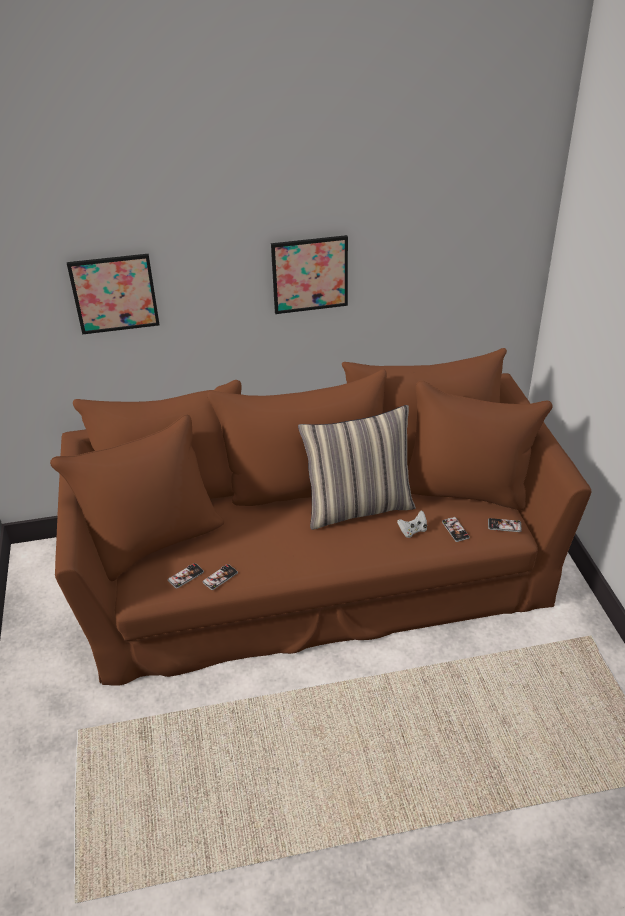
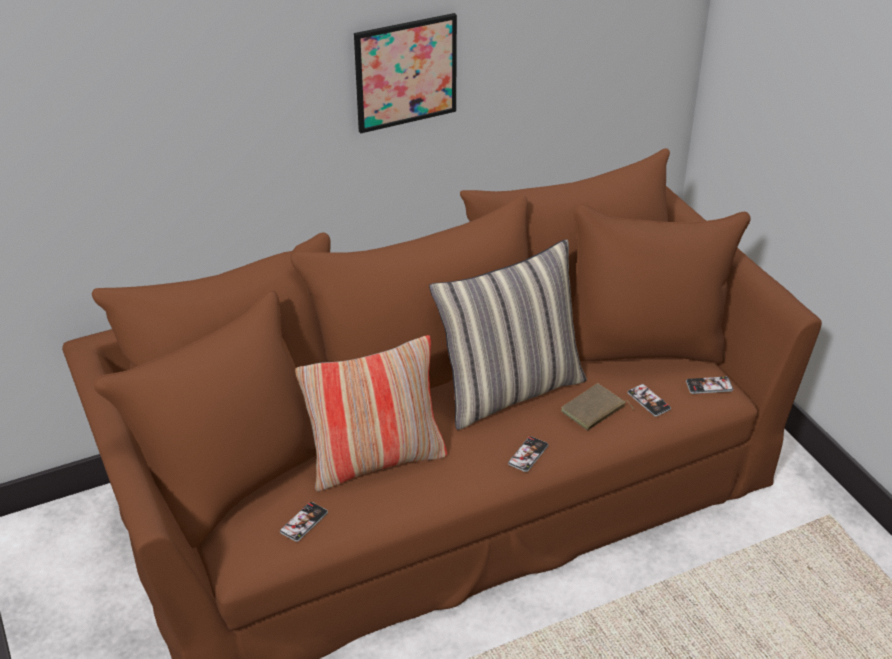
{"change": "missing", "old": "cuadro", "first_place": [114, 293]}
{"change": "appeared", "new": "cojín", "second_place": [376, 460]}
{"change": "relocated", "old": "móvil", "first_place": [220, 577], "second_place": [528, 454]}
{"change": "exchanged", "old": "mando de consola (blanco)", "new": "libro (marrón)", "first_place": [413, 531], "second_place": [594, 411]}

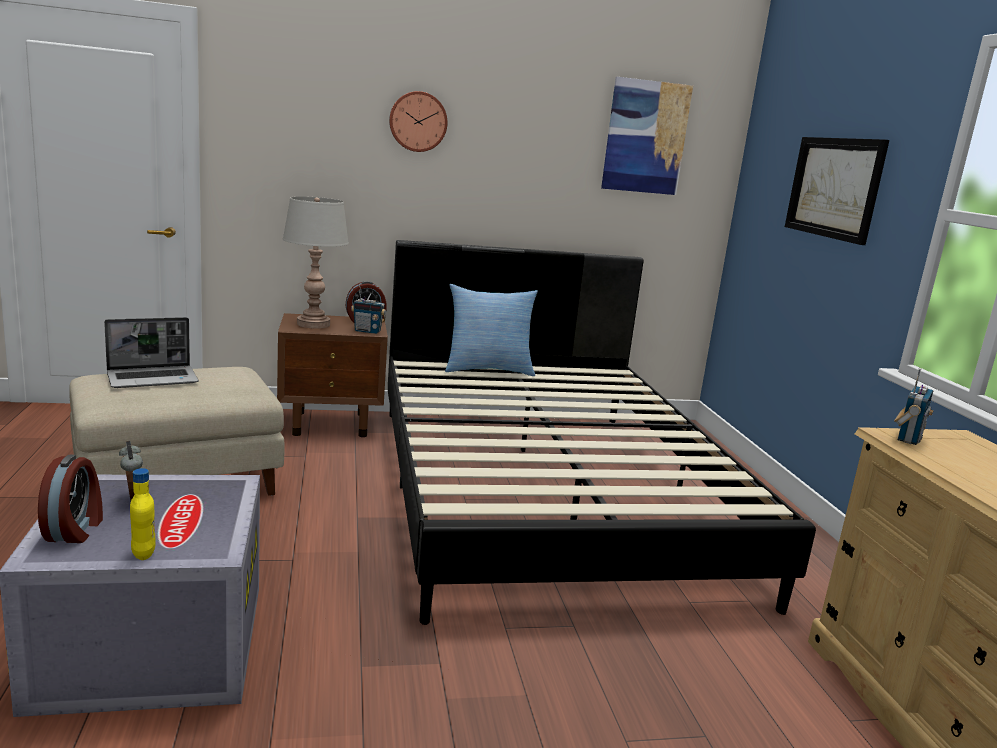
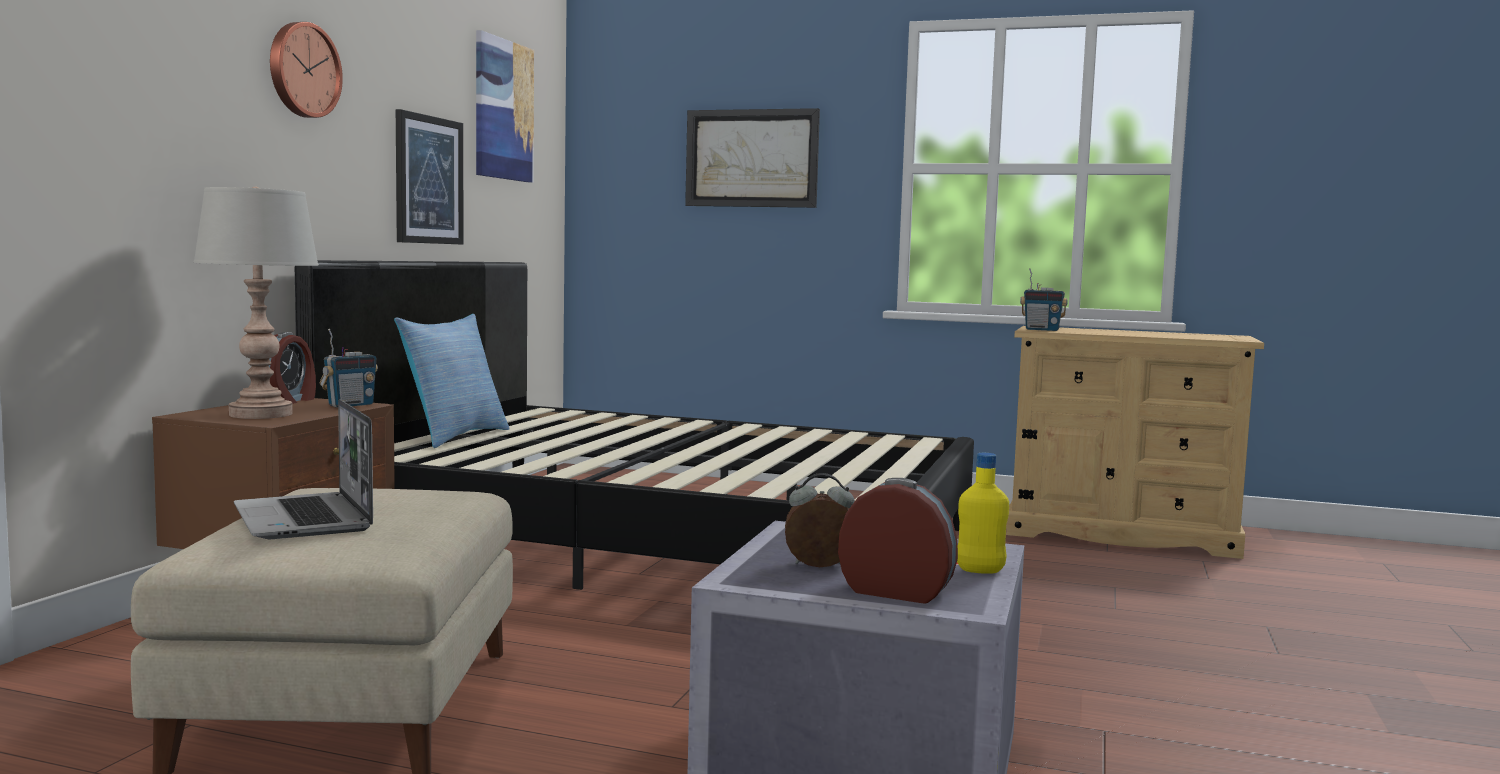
{"change": "appeared", "new": "cuadro", "second_place": [428, 180]}
{"change": "spun", "old": "portátil", "first_place": [153, 378], "second_place": [305, 519], "degrees": 150}
{"change": "spun", "old": "radio", "first_place": [908, 438], "second_place": [1042, 330], "degrees": 135}

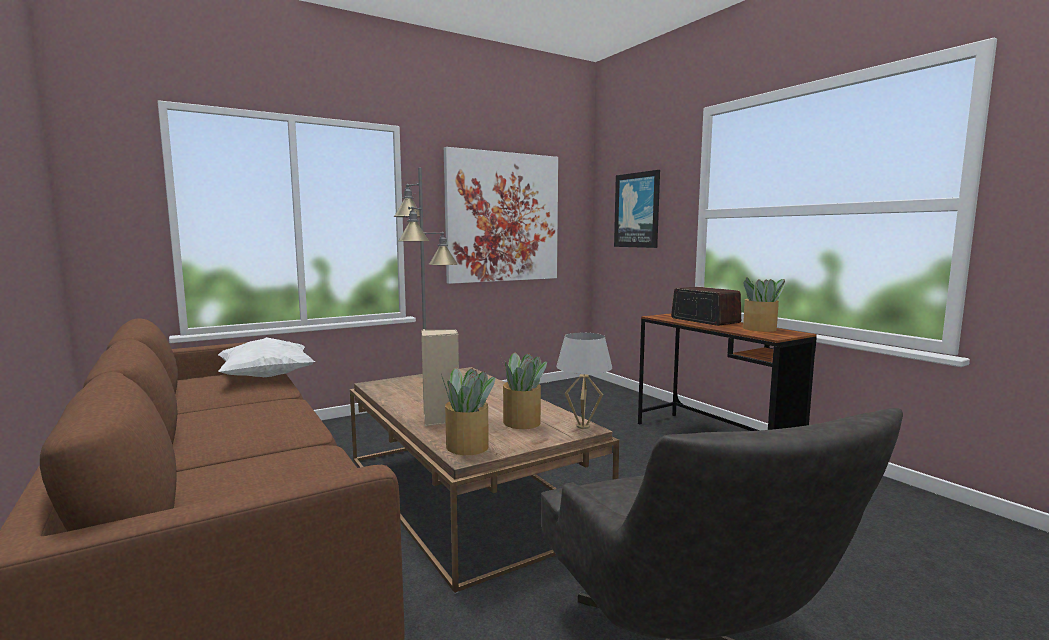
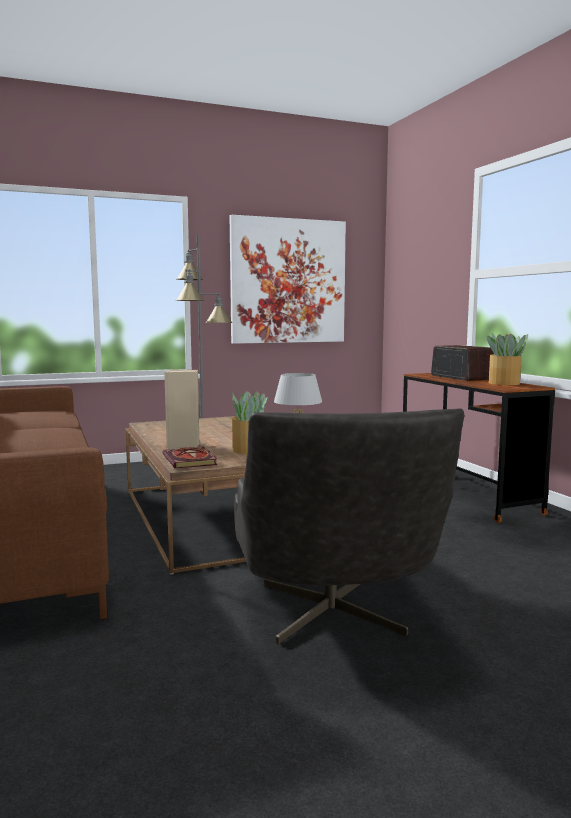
{"change": "missing", "old": "cojín (blanco)", "first_place": [266, 377]}
{"change": "missing", "old": "cuadro", "first_place": [637, 210]}
{"change": "exchanged", "old": "planta en maceta", "new": "libro", "first_place": [467, 446], "second_place": [191, 461]}

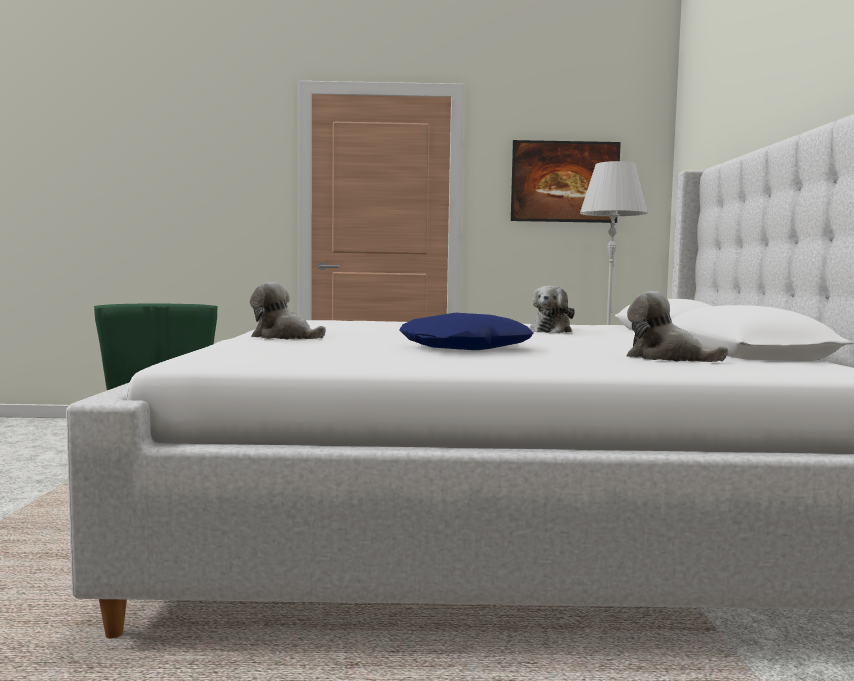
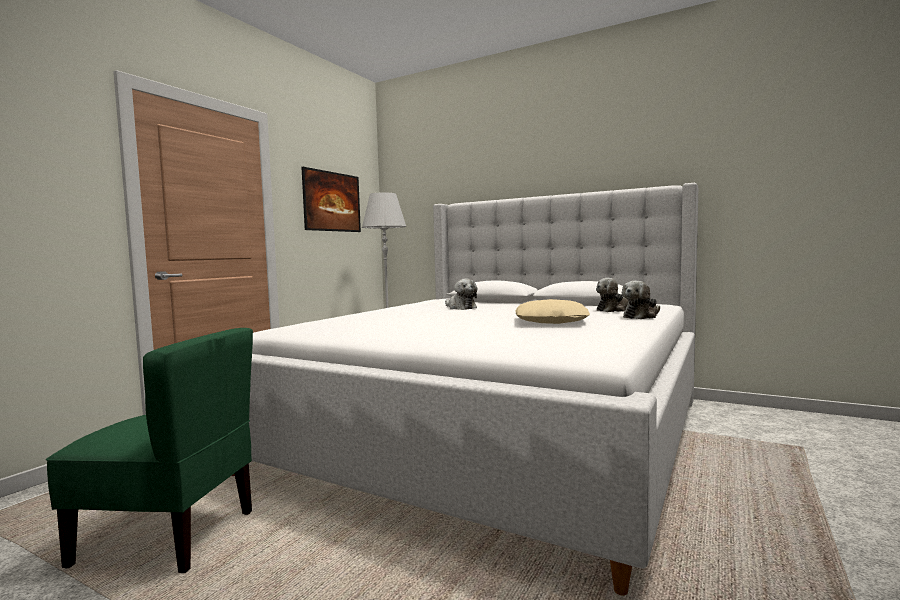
{"change": "relocated", "old": "peluche", "first_place": [284, 337], "second_place": [641, 316]}
{"change": "colour", "old": "cojín (azul)", "new": "cojín (beis)", "first_place": [464, 347], "second_place": [552, 321]}

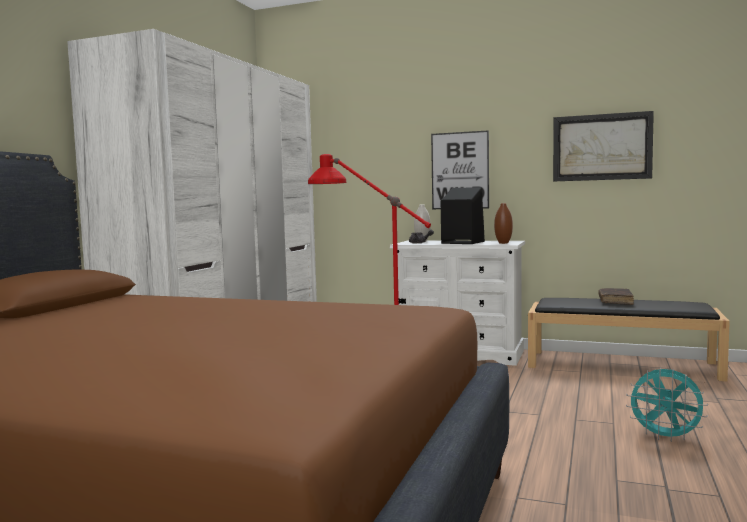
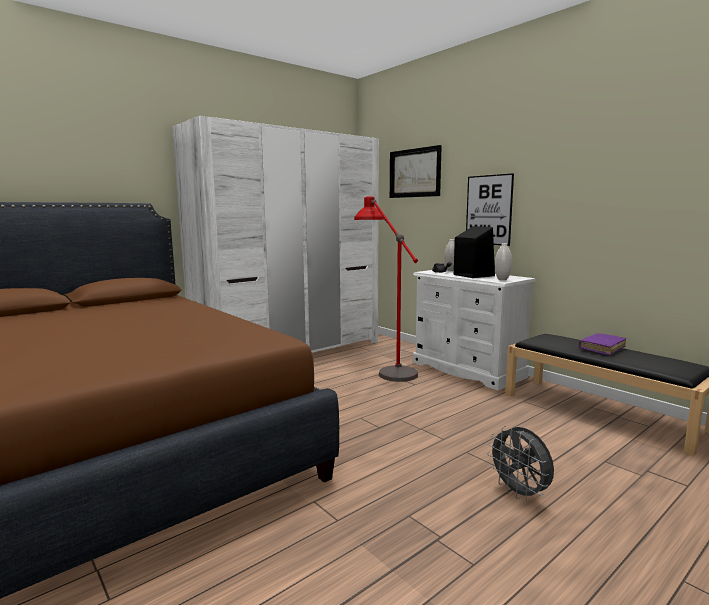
{"change": "relocated", "old": "cuadro", "first_place": [601, 147], "second_place": [414, 173]}
{"change": "colour", "old": "florero (marrón)", "new": "florero (blanco)", "first_place": [503, 243], "second_place": [502, 279]}
{"change": "colour", "old": "libro (marrón)", "new": "libro (morado)", "first_place": [615, 301], "second_place": [602, 348]}
{"change": "colour", "old": "ventilador (turquesa)", "new": "ventilador (gris)", "first_place": [666, 437], "second_place": [519, 493]}

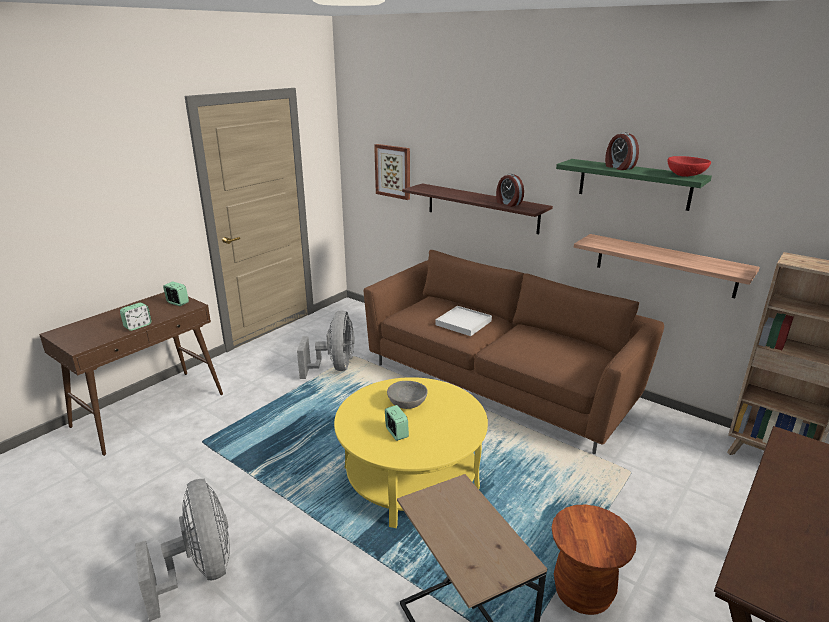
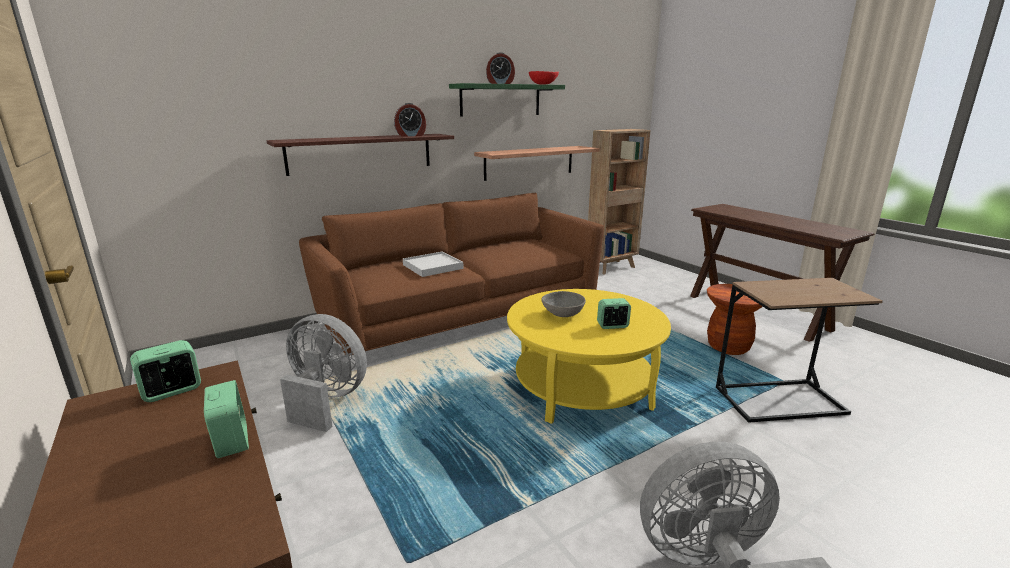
{"change": "missing", "old": "cuadro", "first_place": [393, 171]}

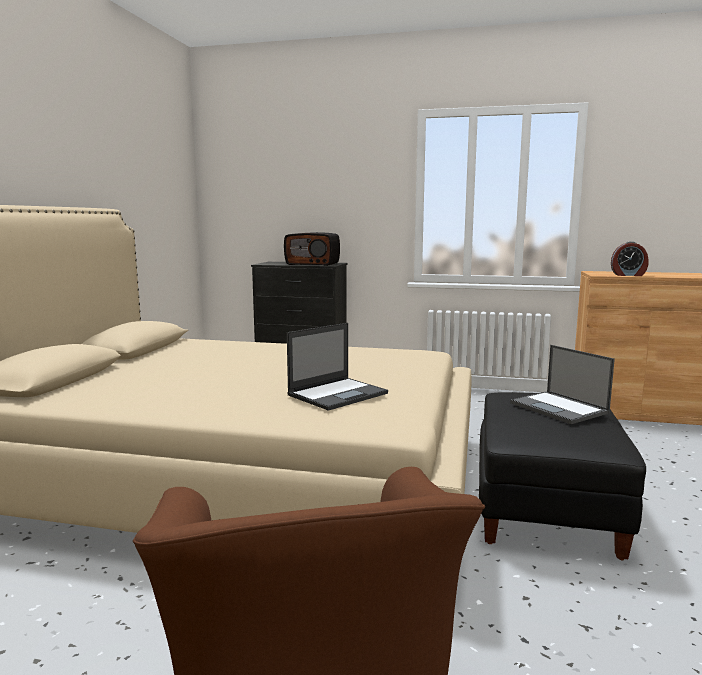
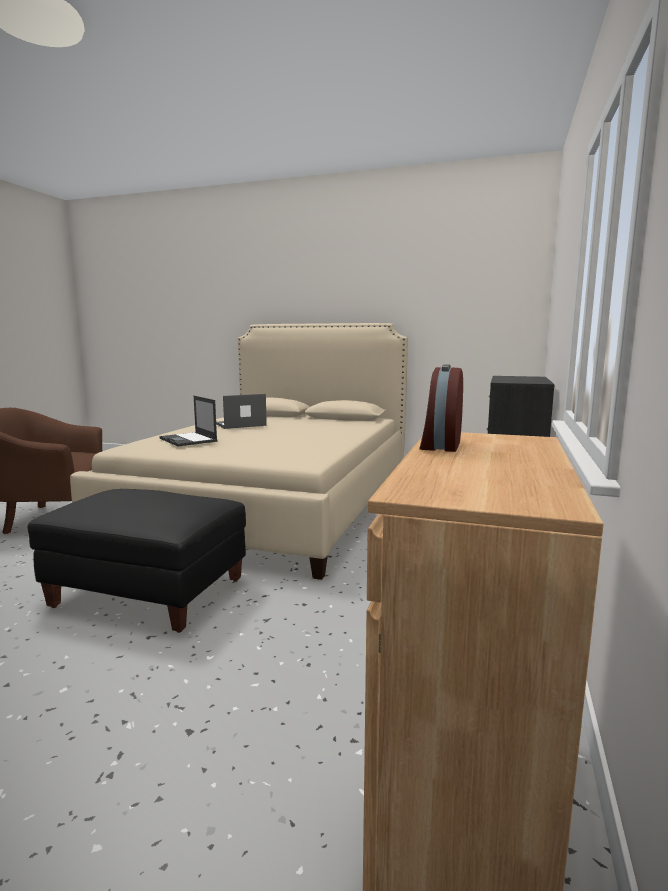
{"change": "missing", "old": "radio", "first_place": [313, 264]}
{"change": "relocated", "old": "portátil", "first_place": [560, 408], "second_place": [240, 425]}

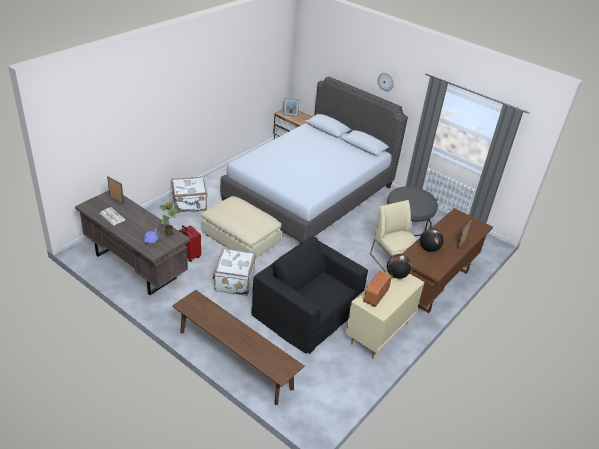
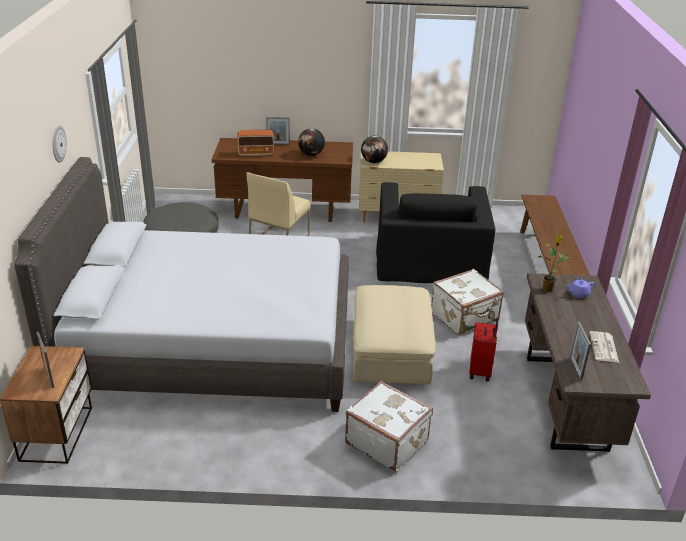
{"change": "relocated", "old": "radio", "first_place": [375, 296], "second_place": [256, 153]}

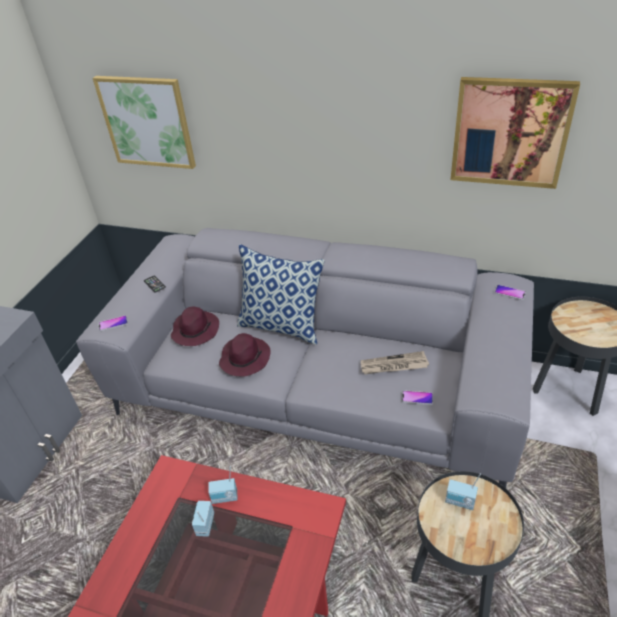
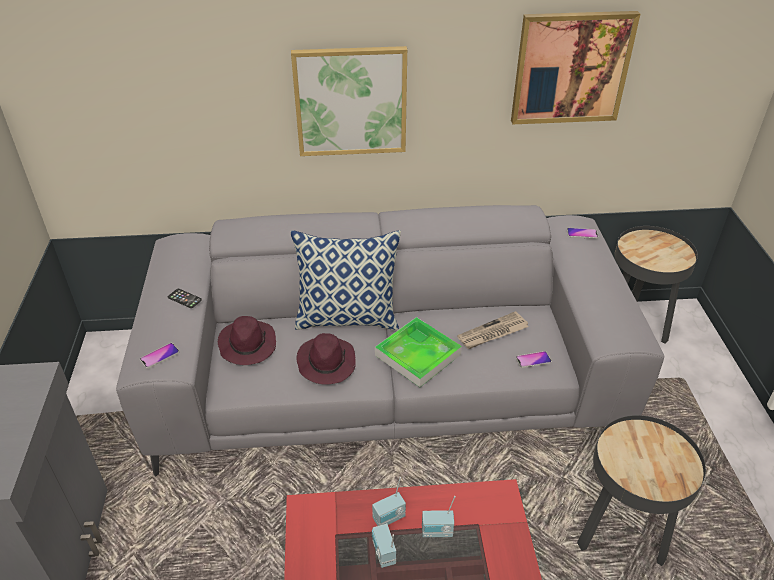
{"change": "appeared", "new": "bandeja", "second_place": [417, 355]}
{"change": "relocated", "old": "cuadro", "first_place": [147, 122], "second_place": [350, 101]}
{"change": "relocated", "old": "radio", "first_place": [460, 502], "second_place": [437, 532]}

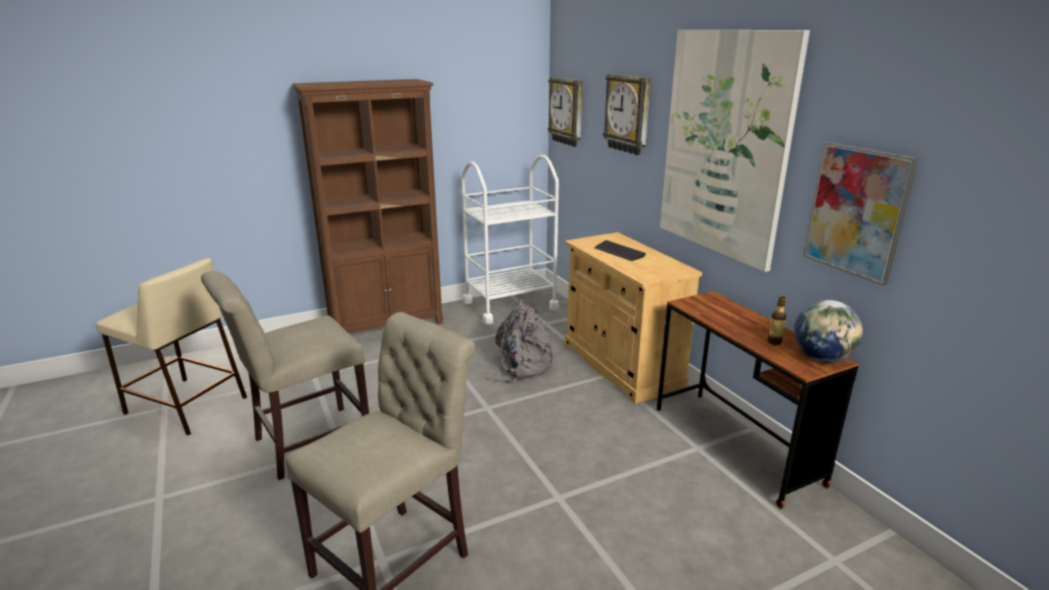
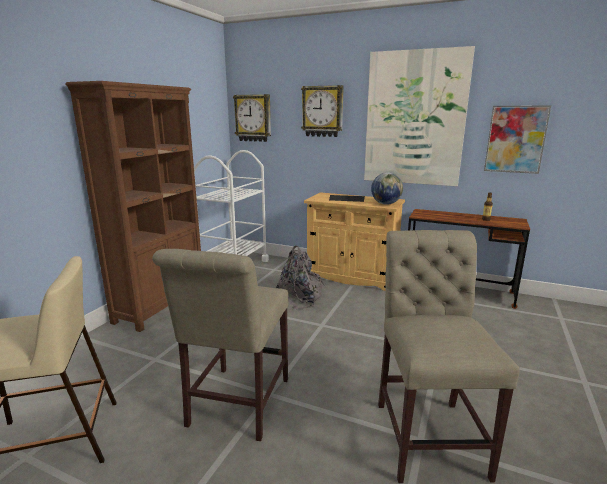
{"change": "relocated", "old": "globo terráqueo", "first_place": [822, 359], "second_place": [386, 204]}

